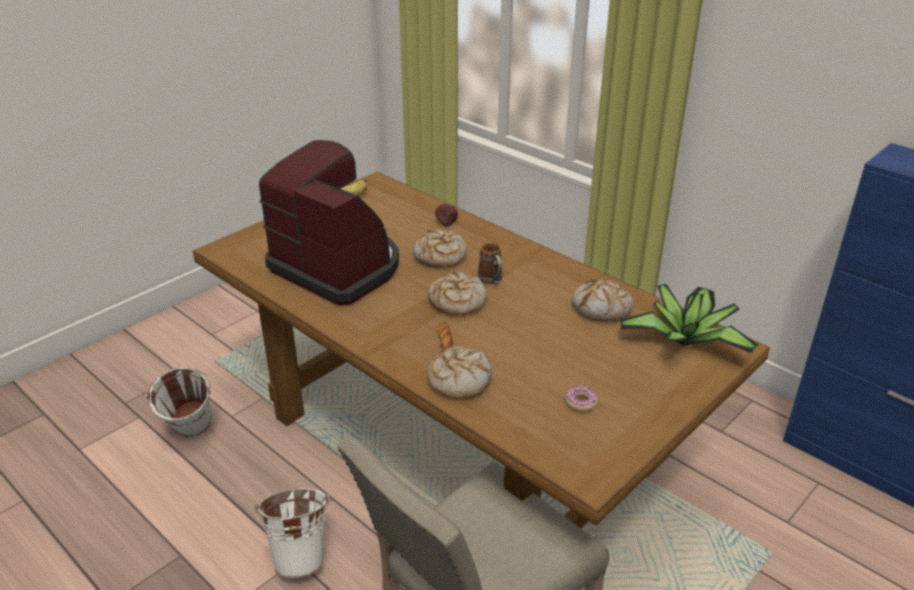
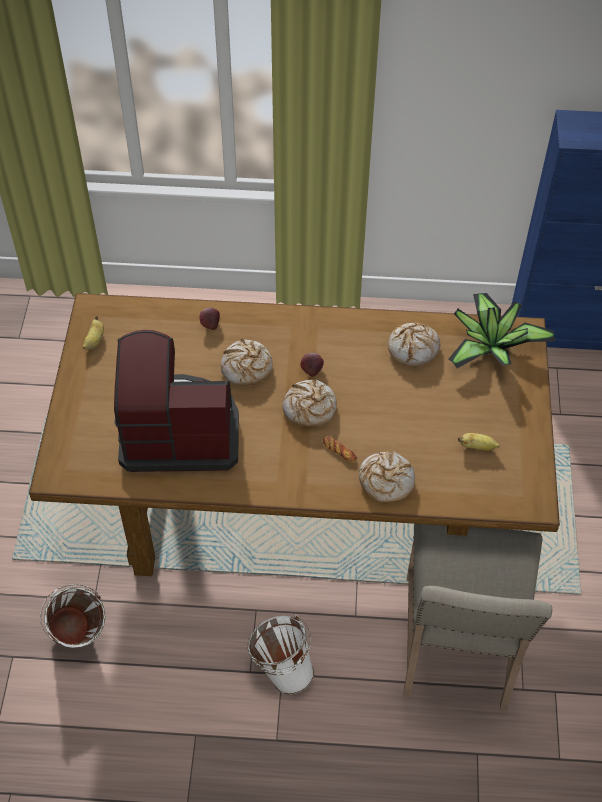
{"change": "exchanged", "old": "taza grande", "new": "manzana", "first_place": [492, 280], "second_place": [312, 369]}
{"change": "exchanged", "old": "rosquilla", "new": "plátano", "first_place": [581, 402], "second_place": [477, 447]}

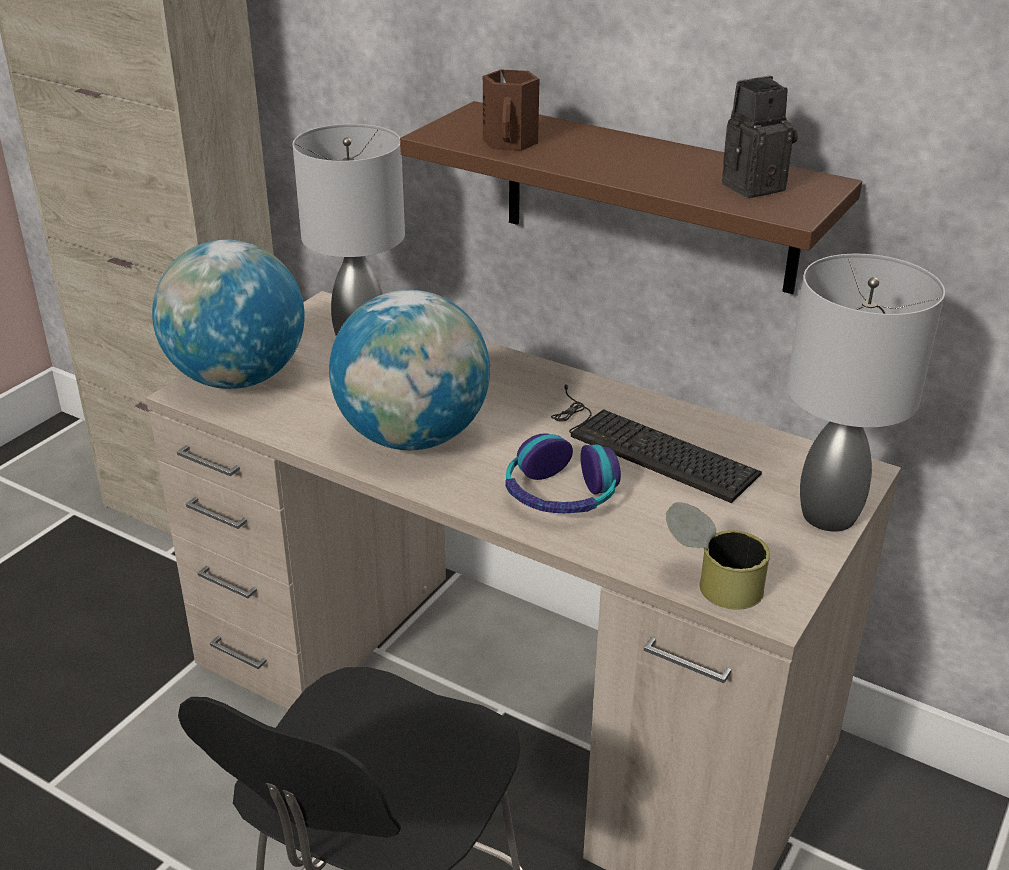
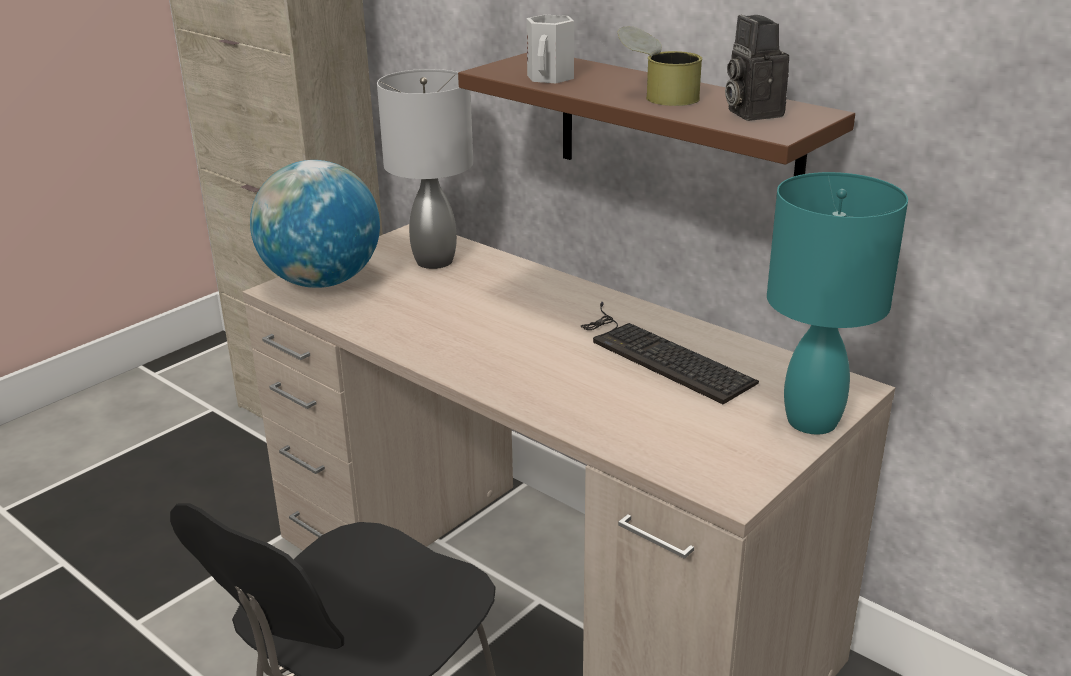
{"change": "missing", "old": "globo terráqueo", "first_place": [413, 437]}
{"change": "missing", "old": "auriculares", "first_place": [560, 494]}
{"change": "relocated", "old": "lata", "first_place": [712, 582], "second_place": [658, 96]}
{"change": "colour", "old": "taza grande (marrón)", "new": "taza grande (blanco)", "first_place": [511, 142], "second_place": [551, 77]}
{"change": "colour", "old": "lámpara de mesa (gris)", "new": "lámpara de mesa (turquesa)", "first_place": [828, 514], "second_place": [812, 420]}
{"change": "spun", "old": "cámara", "first_place": [753, 185], "second_place": [750, 112], "degrees": -90}

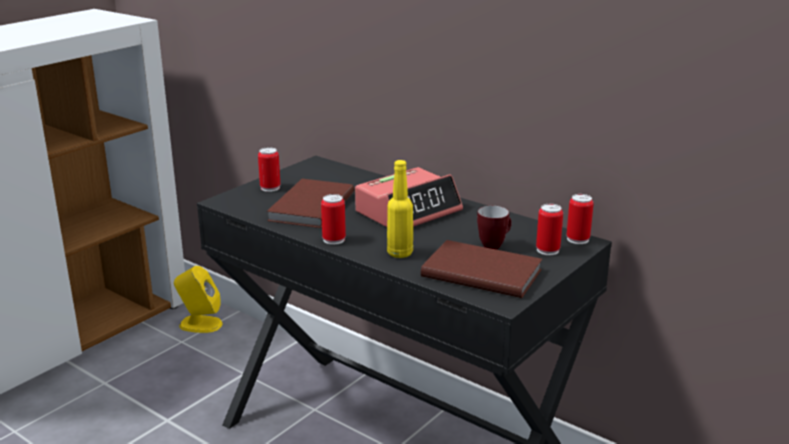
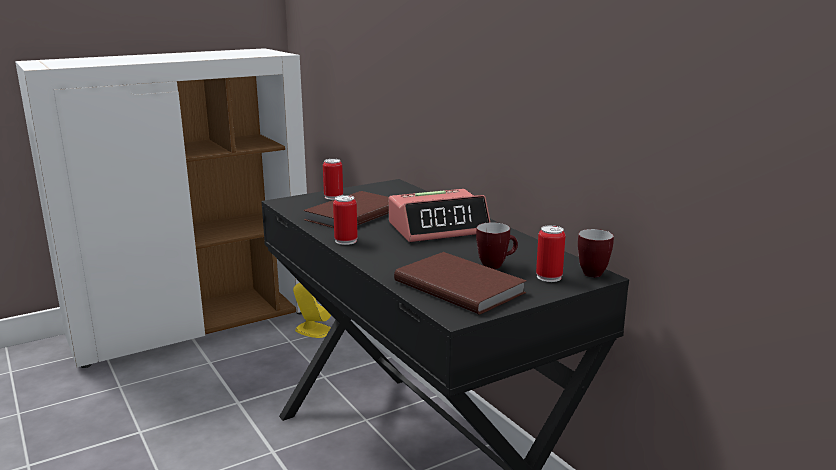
{"change": "missing", "old": "botella (amarillo)", "first_place": [400, 253]}
{"change": "exchanged", "old": "lata", "new": "taza grande", "first_place": [577, 239], "second_place": [591, 272]}

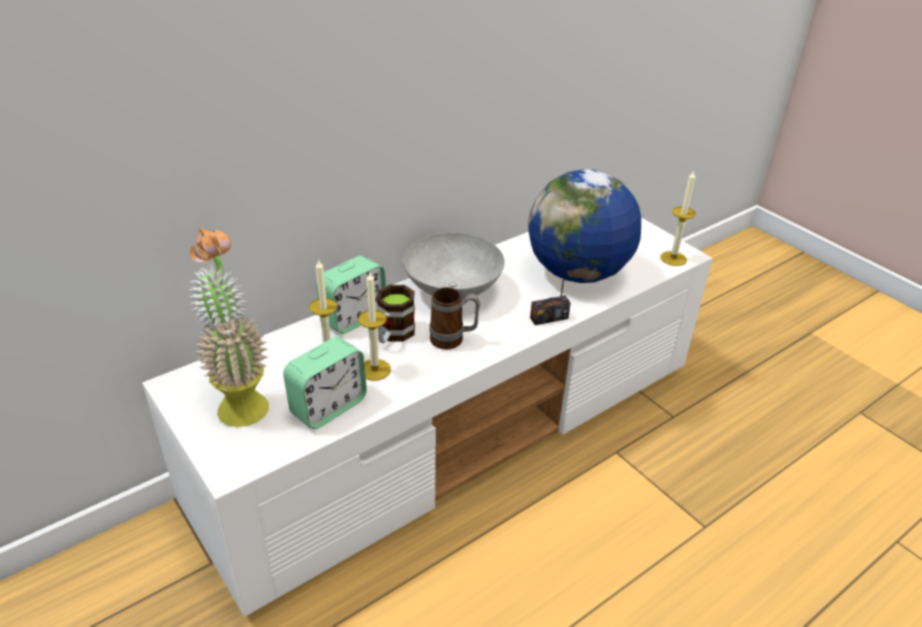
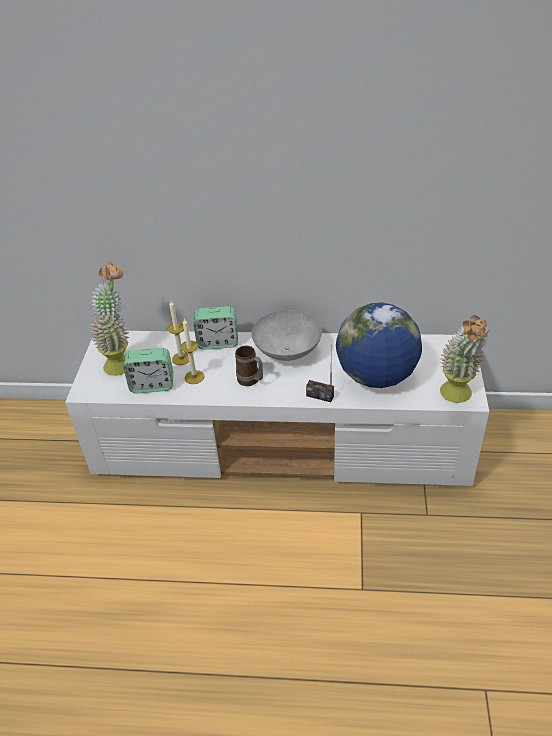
{"change": "missing", "old": "taza grande", "first_place": [392, 335]}
{"change": "exchanged", "old": "vela", "new": "planta en maceta", "first_place": [673, 258], "second_place": [457, 398]}

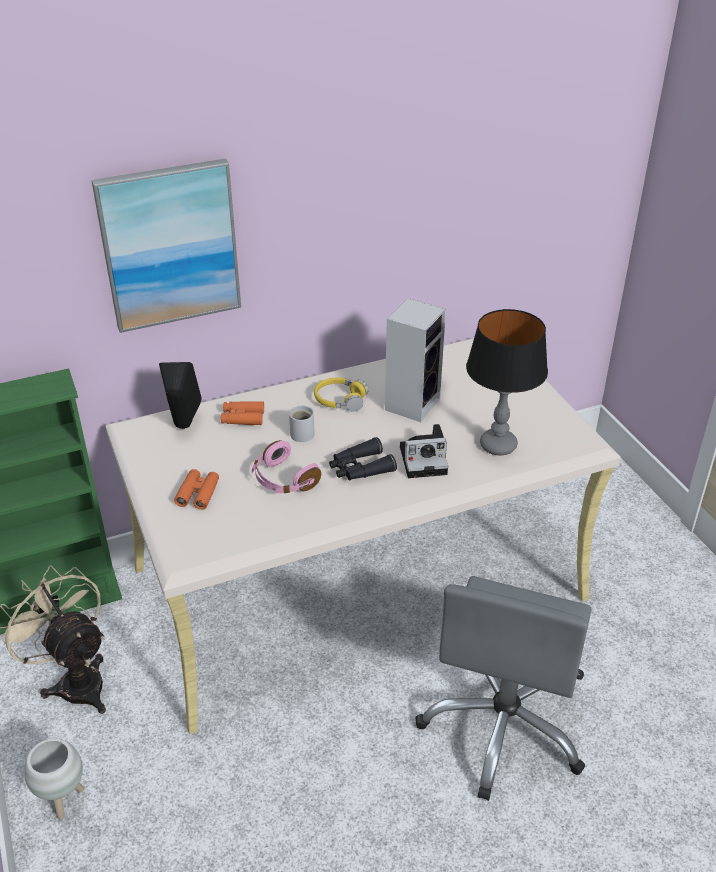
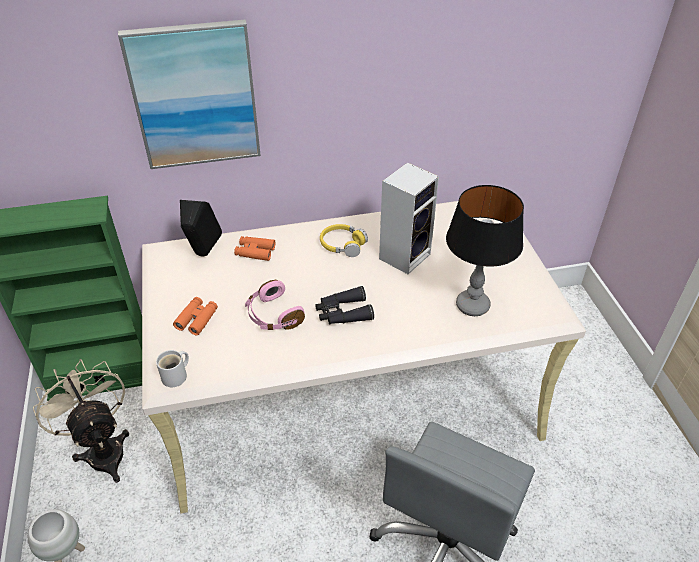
{"change": "missing", "old": "cámara", "first_place": [425, 459]}
{"change": "relocated", "old": "taza grande (blanco)", "first_place": [304, 433], "second_place": [176, 376]}

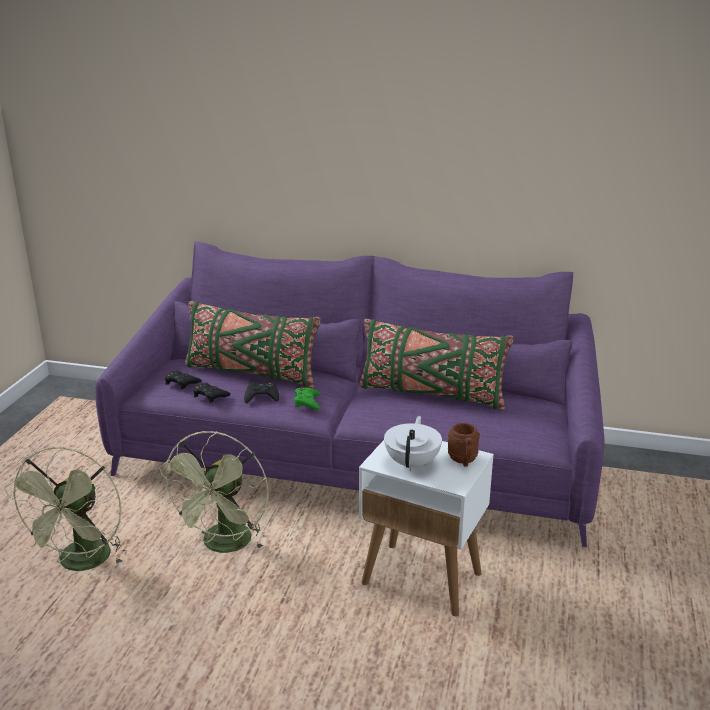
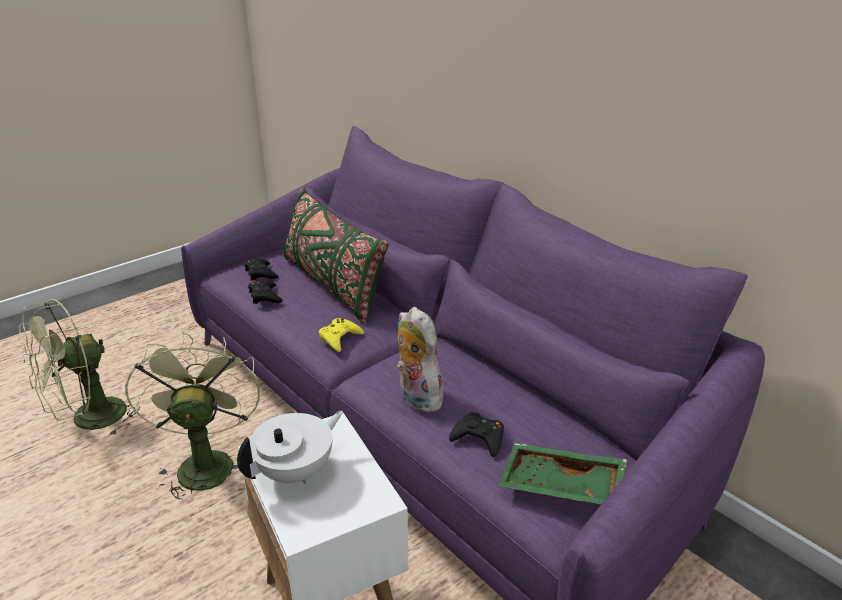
{"change": "missing", "old": "cojín (verde)", "first_place": [431, 394]}
{"change": "missing", "old": "taza grande (marrón)", "first_place": [463, 461]}
{"change": "appeared", "new": "peluche", "second_place": [416, 397]}
{"change": "appeared", "new": "bandeja (verde)", "second_place": [560, 487]}
{"change": "relocated", "old": "mando de consola (negro)", "first_place": [261, 396], "second_place": [479, 438]}
{"change": "colour", "old": "mando de consola (verde)", "new": "mando de consola (amarillo)", "first_place": [307, 402], "second_place": [339, 338]}
{"change": "spun", "old": "ventilador (verde)", "first_place": [224, 546], "second_place": [204, 462], "degrees": 120}

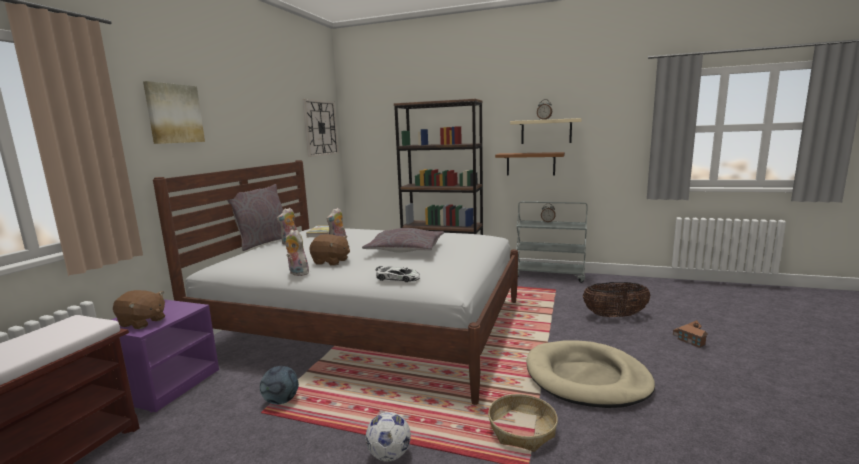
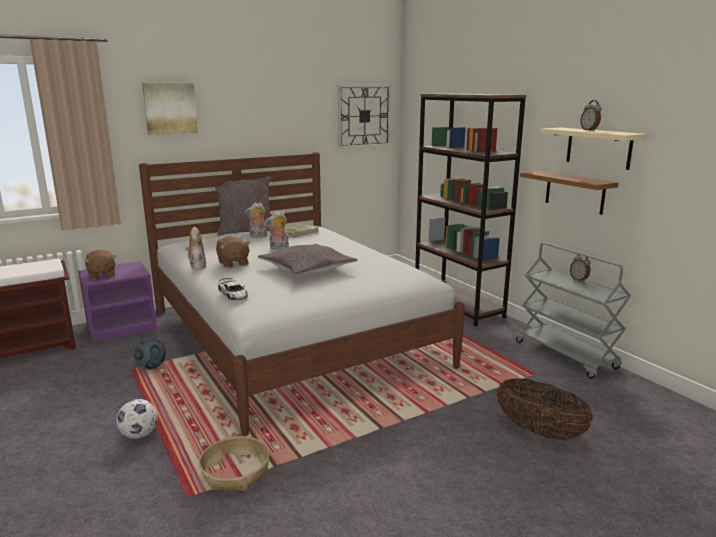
{"change": "missing", "old": "cama para perro (beis)", "first_place": [586, 378]}
{"change": "missing", "old": "casita", "first_place": [690, 339]}

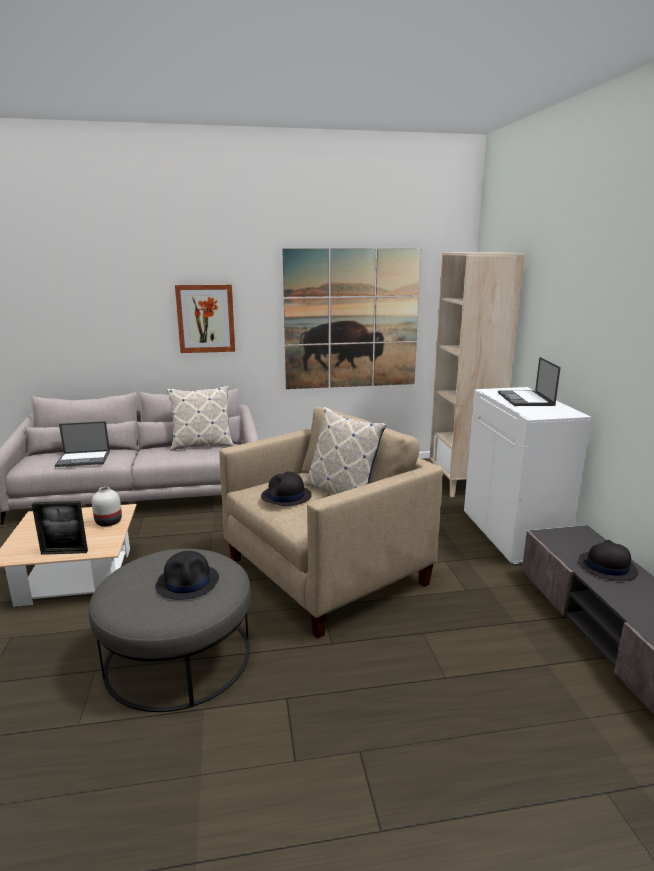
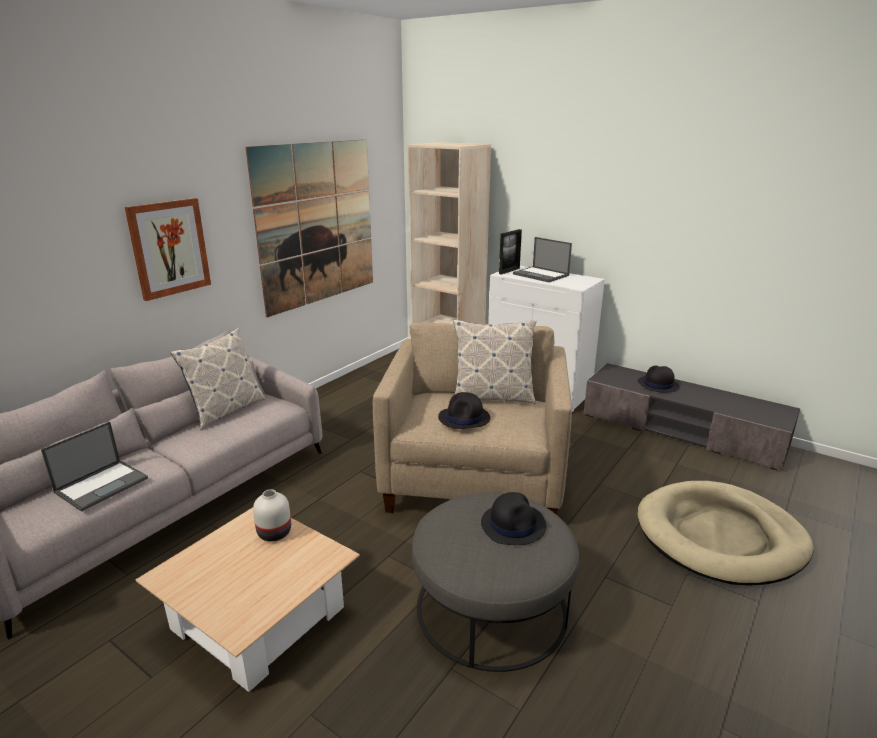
{"change": "appeared", "new": "cama para perro (beis)", "second_place": [720, 536]}
{"change": "relocated", "old": "portarretratos", "first_place": [64, 552], "second_place": [509, 271]}

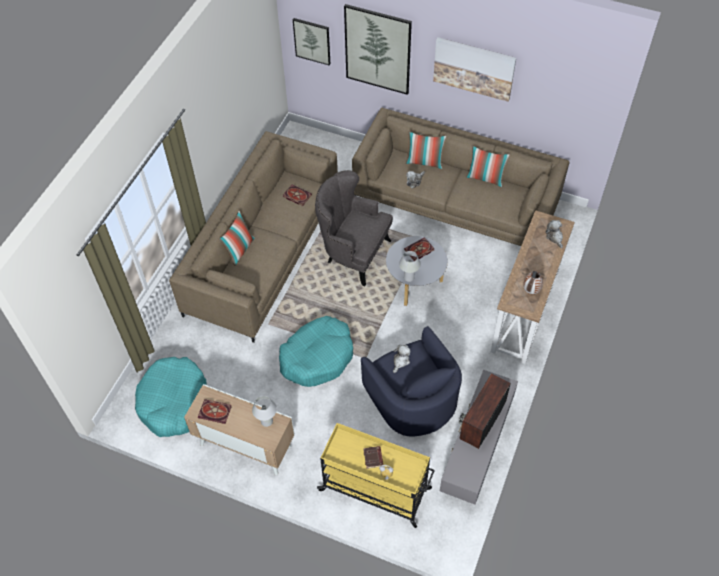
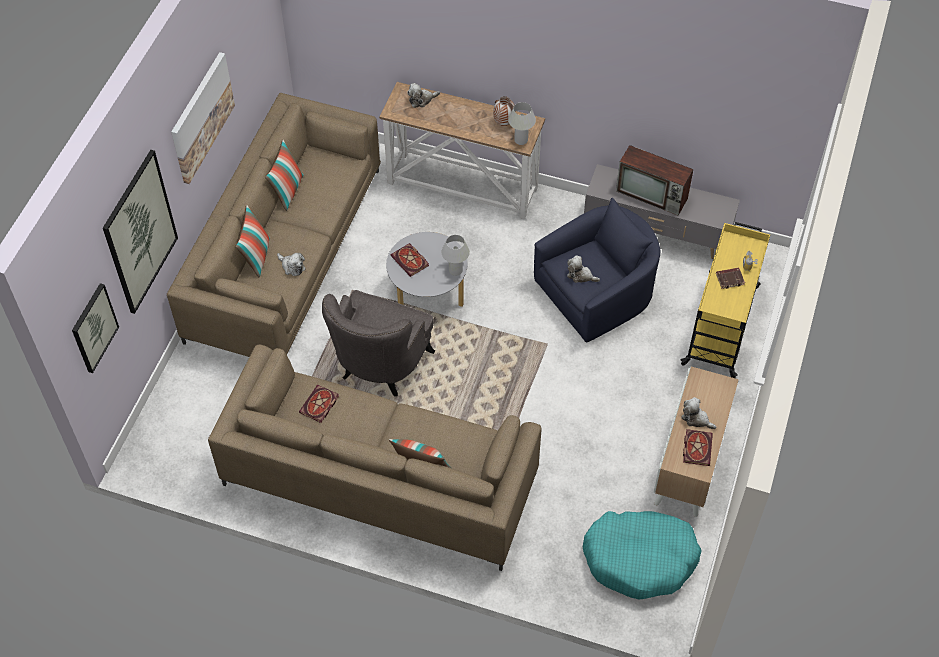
{"change": "missing", "old": "cama para perro (turquesa)", "first_place": [317, 356]}
{"change": "appeared", "new": "peluche", "second_place": [696, 419]}
{"change": "relocated", "old": "lámpara de mesa (blanco)", "first_place": [267, 421], "second_place": [521, 140]}

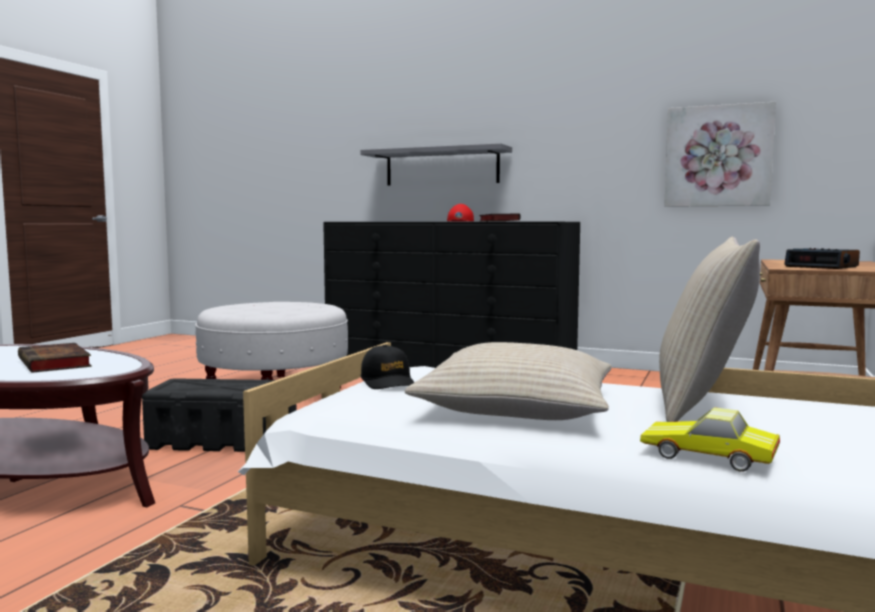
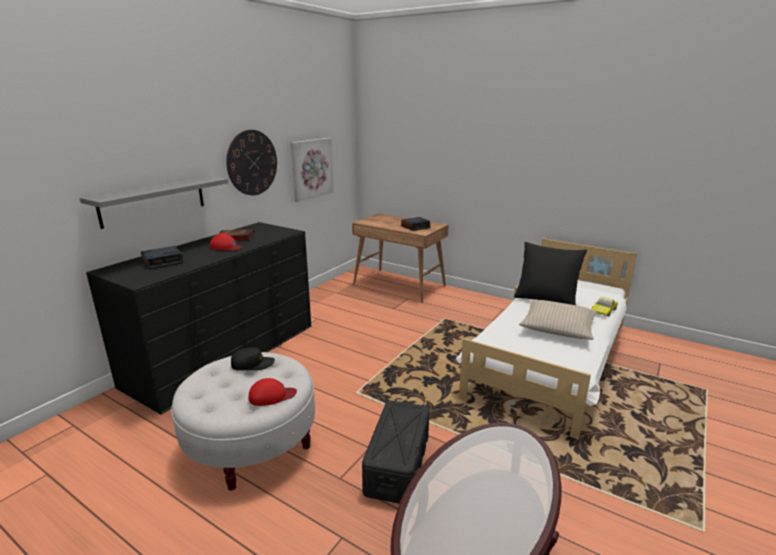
{"change": "missing", "old": "libro", "first_place": [56, 363]}
{"change": "appeared", "new": "despertador", "second_place": [163, 261]}
{"change": "appeared", "new": "reloj de pared", "second_place": [252, 163]}
{"change": "appeared", "new": "gorra (rojo)", "second_place": [272, 396]}
{"change": "relocated", "old": "gorra (negro)", "first_place": [388, 382], "second_place": [252, 364]}
{"change": "colour", "old": "cojín (beis)", "new": "cojín (negro)", "first_place": [700, 404], "second_place": [545, 299]}

